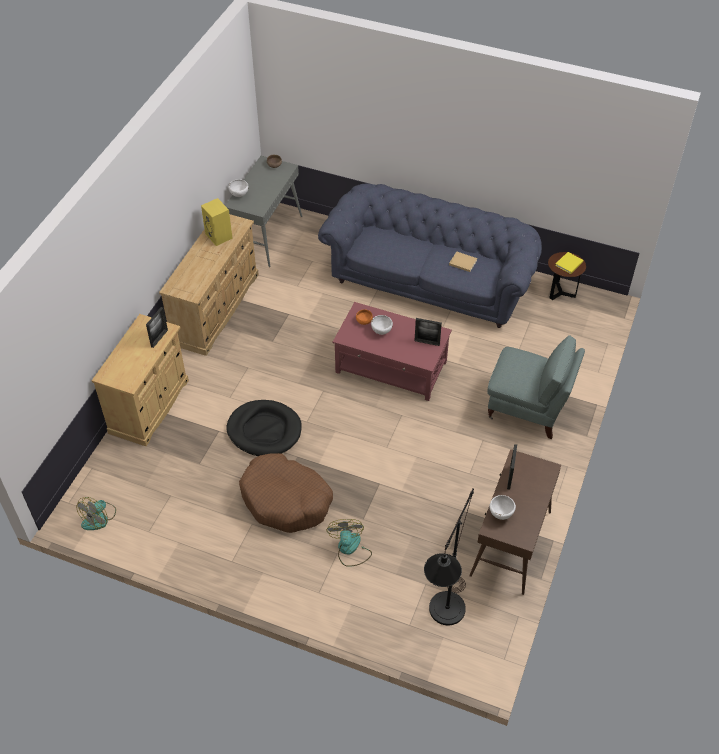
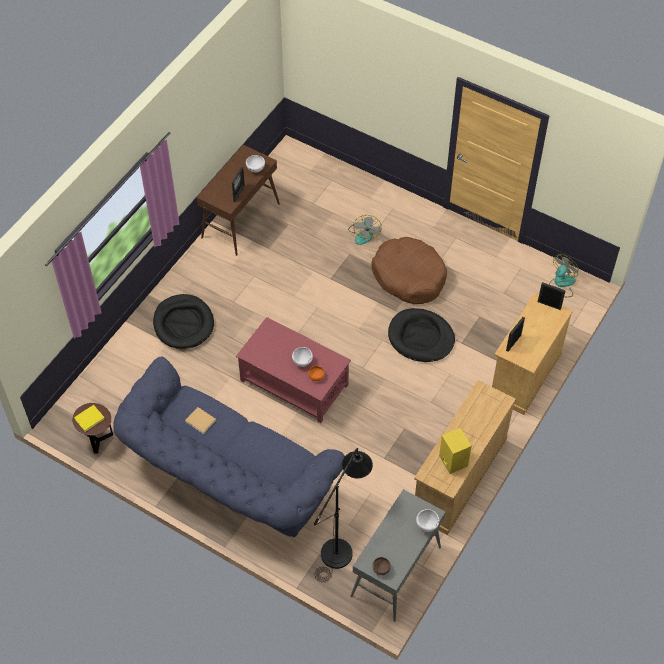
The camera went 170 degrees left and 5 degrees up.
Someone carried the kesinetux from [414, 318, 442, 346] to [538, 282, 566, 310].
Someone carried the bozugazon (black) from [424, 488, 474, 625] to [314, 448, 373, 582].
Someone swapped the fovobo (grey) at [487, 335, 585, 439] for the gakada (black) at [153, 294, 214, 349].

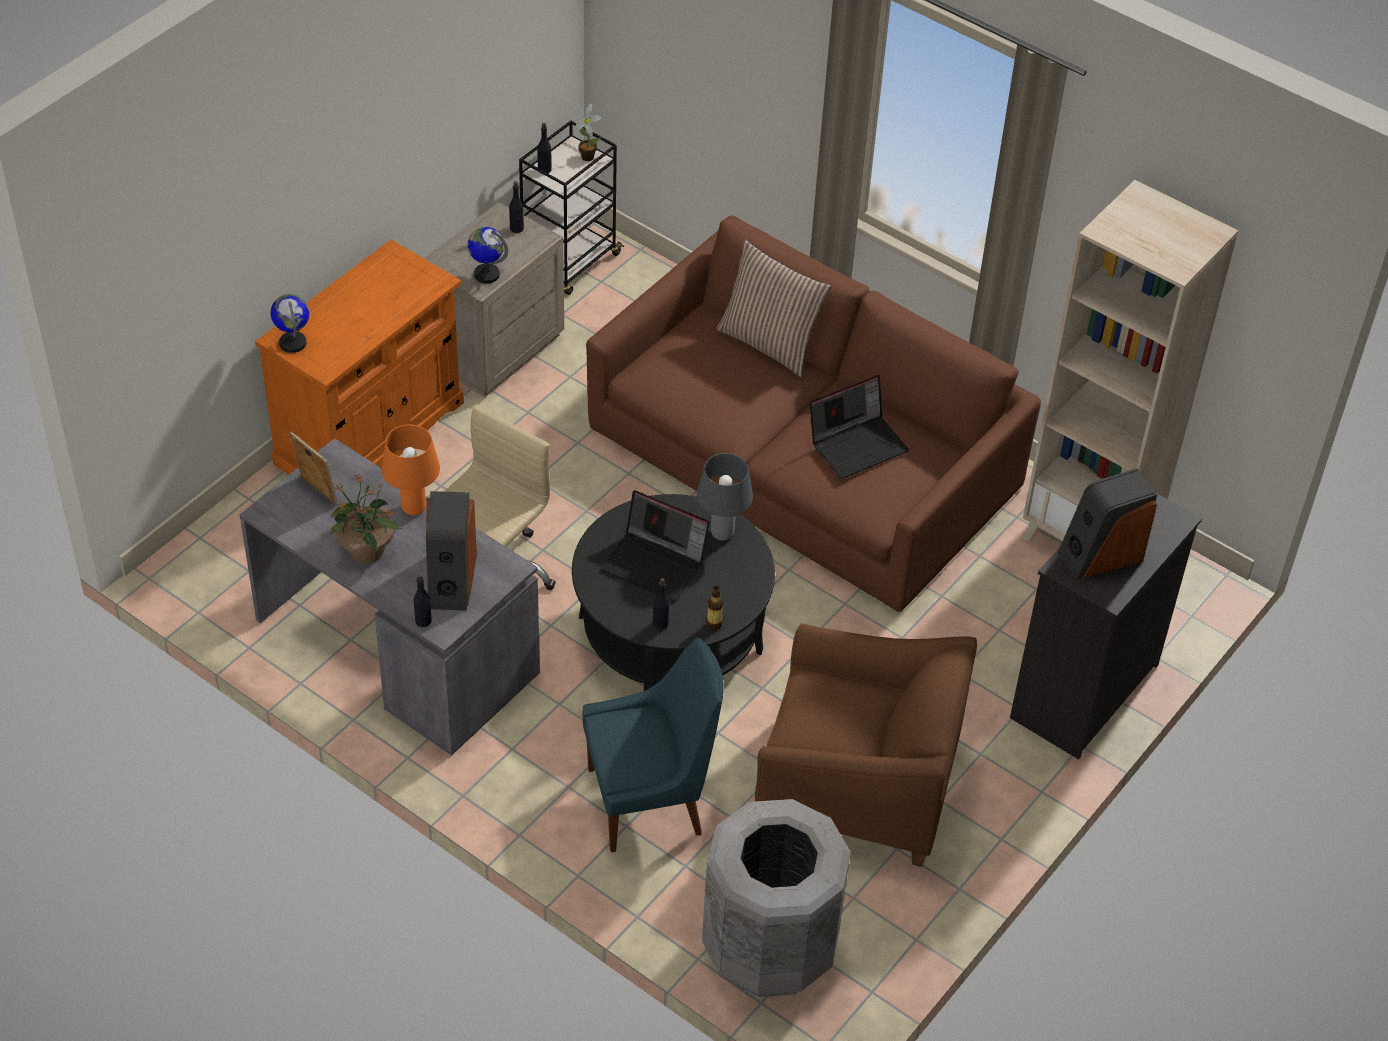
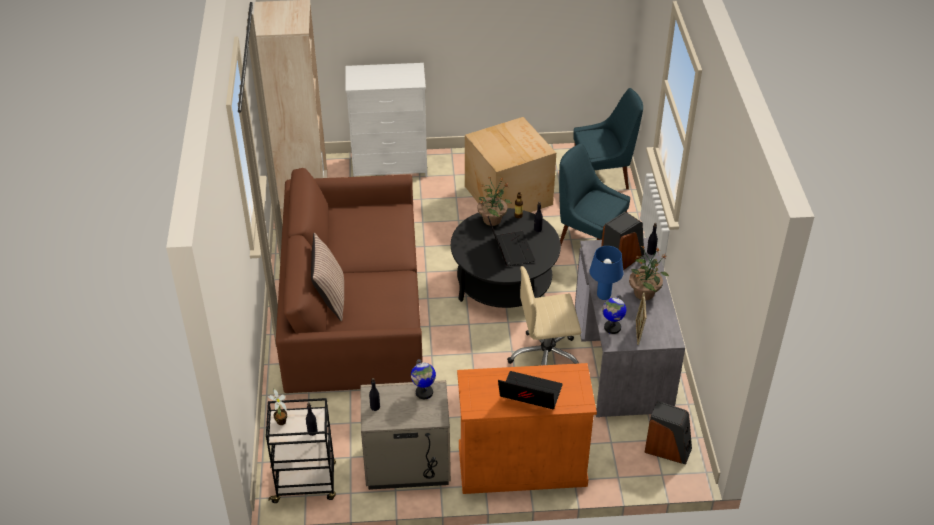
The camera went 130 degrees left and 5 degrees down.
Someone took away the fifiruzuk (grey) at [697, 453, 753, 541].
Someone put down the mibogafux at [477, 177, 512, 226].
Someone carried the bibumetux from [271, 294, 309, 353] to [602, 295, 626, 334].
Someone carried the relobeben from [810, 375, 909, 479] to [498, 371, 563, 409].
Someone carried the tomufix from [1058, 468, 1157, 580] to [644, 401, 692, 465].
Someone swapped the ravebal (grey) at [702, 799, 851, 997] for the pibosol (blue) at [573, 88, 643, 189].
Someone swapped the fovobo (brown) at [755, 624, 977, 867] for the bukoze at [465, 117, 556, 212].
Someone repainted the fifiruzuk (orange) at [382, 425, 440, 515], which became the fifiruzuk (blue) at [590, 246, 623, 300].
Someone repainted the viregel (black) at [1010, 493, 1202, 760], which became the viregel (white) at [346, 63, 427, 177].

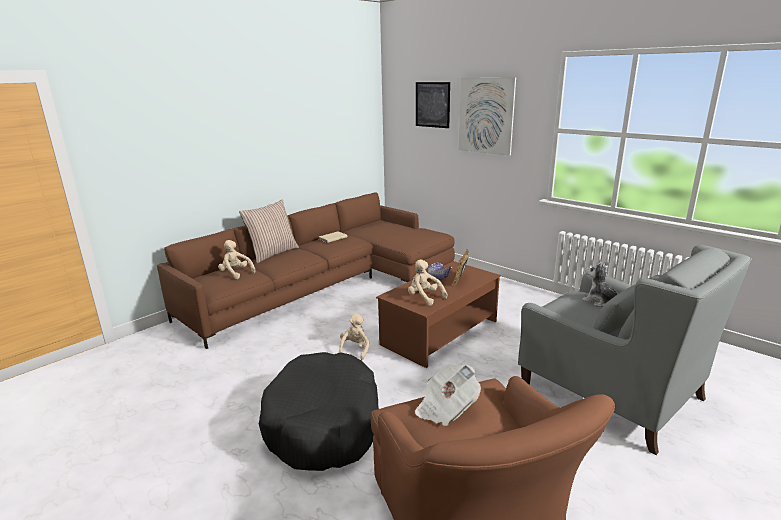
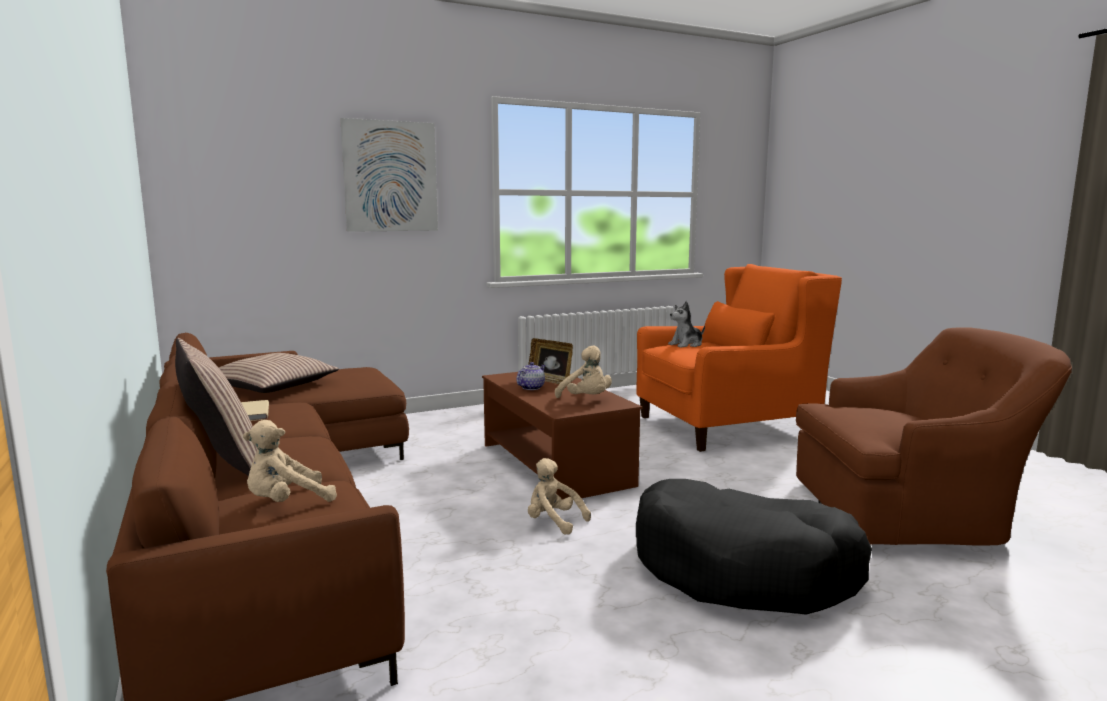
The camera went 70 degrees left and 10 degrees down.
Someone took away the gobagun at [415, 364, 481, 426].
Someone took away the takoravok at [416, 82, 450, 128].
Someone put down the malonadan at [219, 353, 339, 393].
Someone repainted the fovobo (grey) at [518, 245, 752, 455], which became the fovobo (orange) at [636, 264, 842, 452].
Someone rotated the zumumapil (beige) at [408, 260, 447, 306] by 105 degrees counterclockwise.

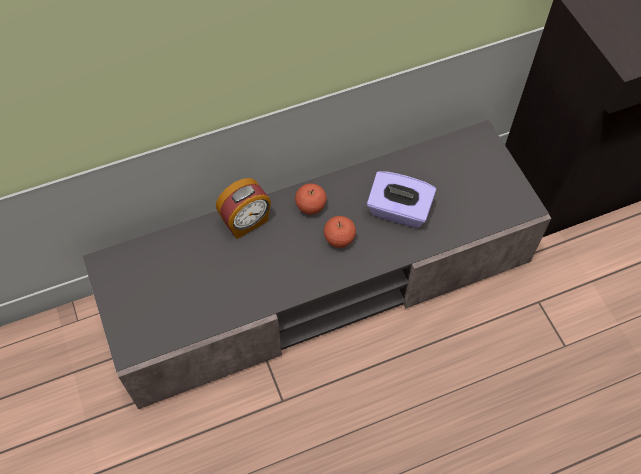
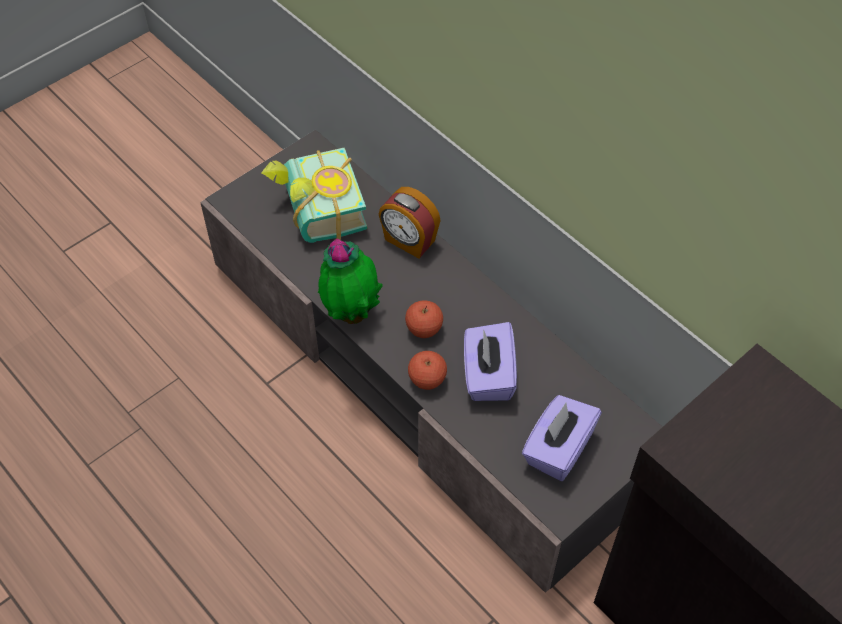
The camera went 70 degrees right and 5 degrees down.
Someone put down the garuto at [261, 148, 367, 243].
Someone put down the mibogafux at [318, 238, 383, 324].
Someone put down the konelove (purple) at [522, 395, 602, 481].
Someone carried the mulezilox from [295, 183, 327, 215] to [408, 351, 447, 390].

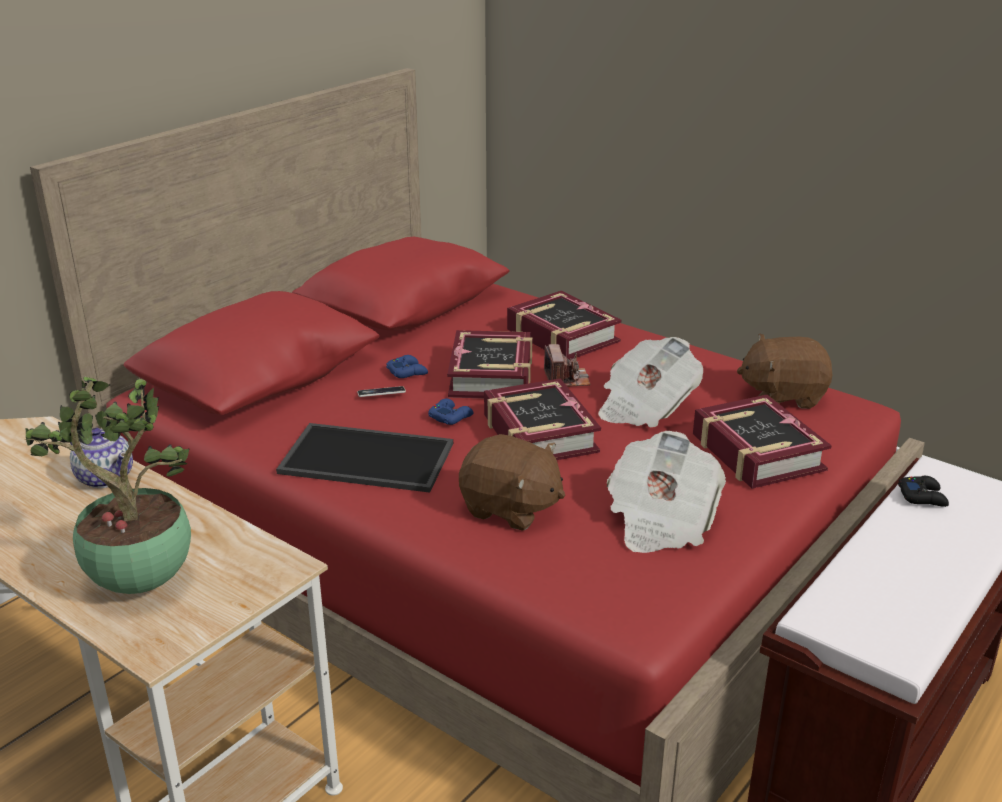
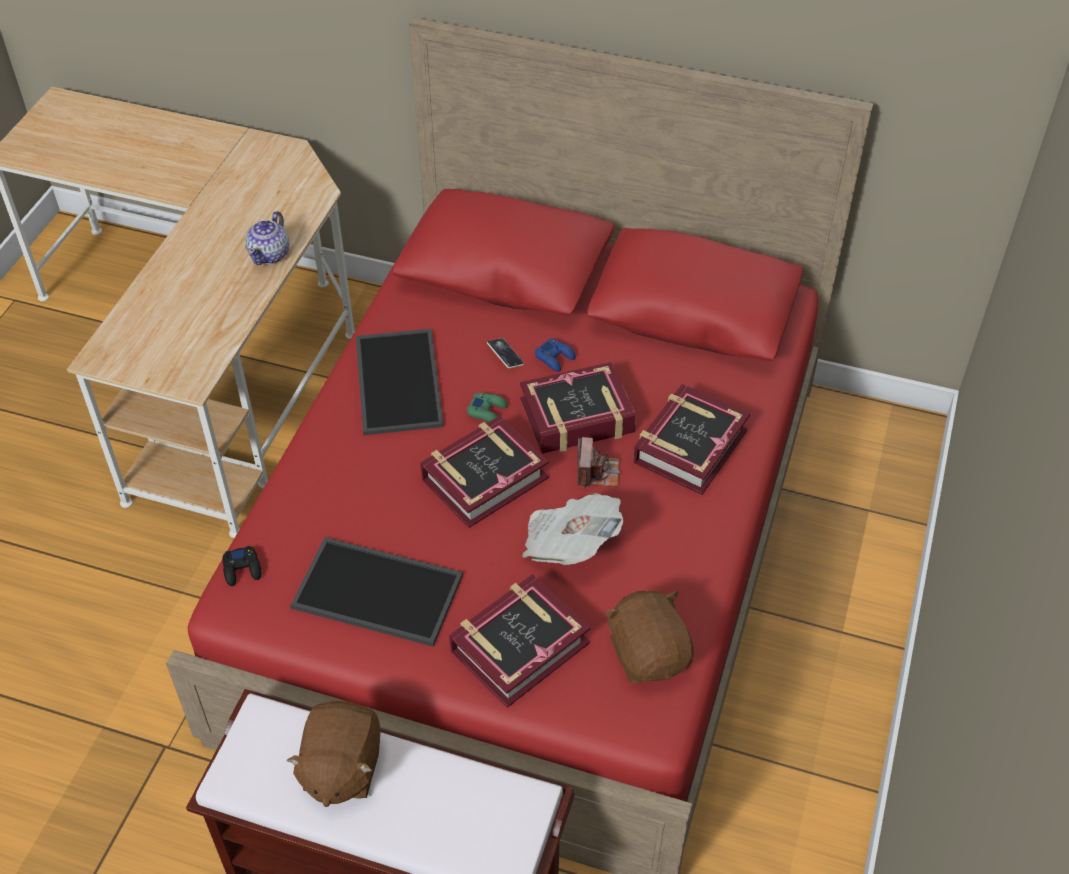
The camera went 70 degrees right and 20 degrees up.
Someone took away the mibogafux at [25, 377, 191, 594].
Someone carried the zumumapil (brown) from [459, 434, 565, 531] to [286, 701, 381, 807].
Someone carried the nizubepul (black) from [898, 476, 949, 507] to [222, 546, 261, 586].
Someone swapped the gobagun at [606, 431, 726, 553] for the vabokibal at [290, 537, 463, 646].
Someone repainted the nizubepul (blue) at [428, 398, 474, 425], which became the nizubepul (green) at [467, 393, 508, 422].
Someone rotated the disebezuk at [544, 344, 590, 387] by 60 degrees counterclockwise.

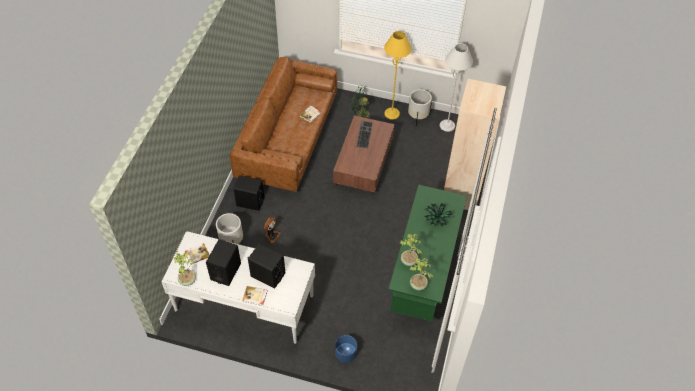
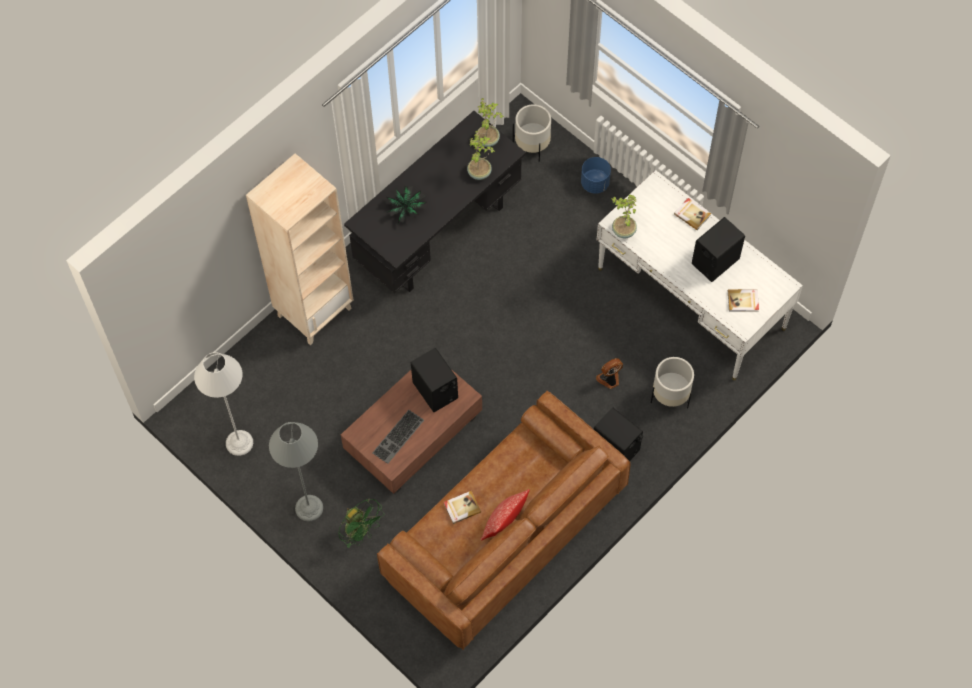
The camera went 150 degrees left and 10 degrees up.
Someone put down the malonadan at [481, 489, 530, 540].
Someone carried the mibogafux from [174, 251, 196, 286] to [612, 195, 637, 239].
Someone carried the tomufix (black) from [248, 244, 285, 289] to [411, 348, 458, 412].
Someone carried the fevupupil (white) from [408, 89, 432, 125] to [513, 104, 551, 162].
Someone repainted the bozugazon (yellow) at [384, 31, 412, 120], which became the bozugazon (grey) at [269, 422, 323, 522].
Someone repainted the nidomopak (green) at [389, 185, 467, 322], which became the nidomopak (black) at [344, 111, 526, 293].

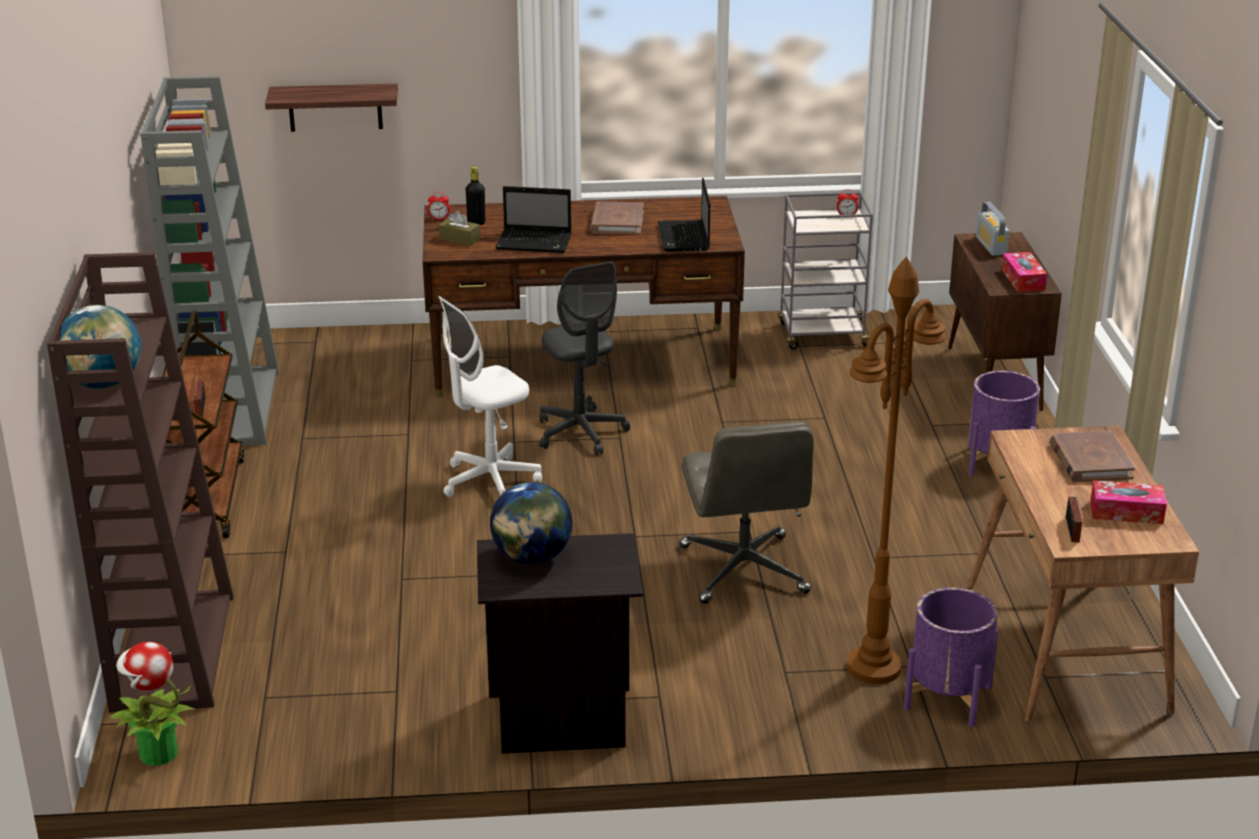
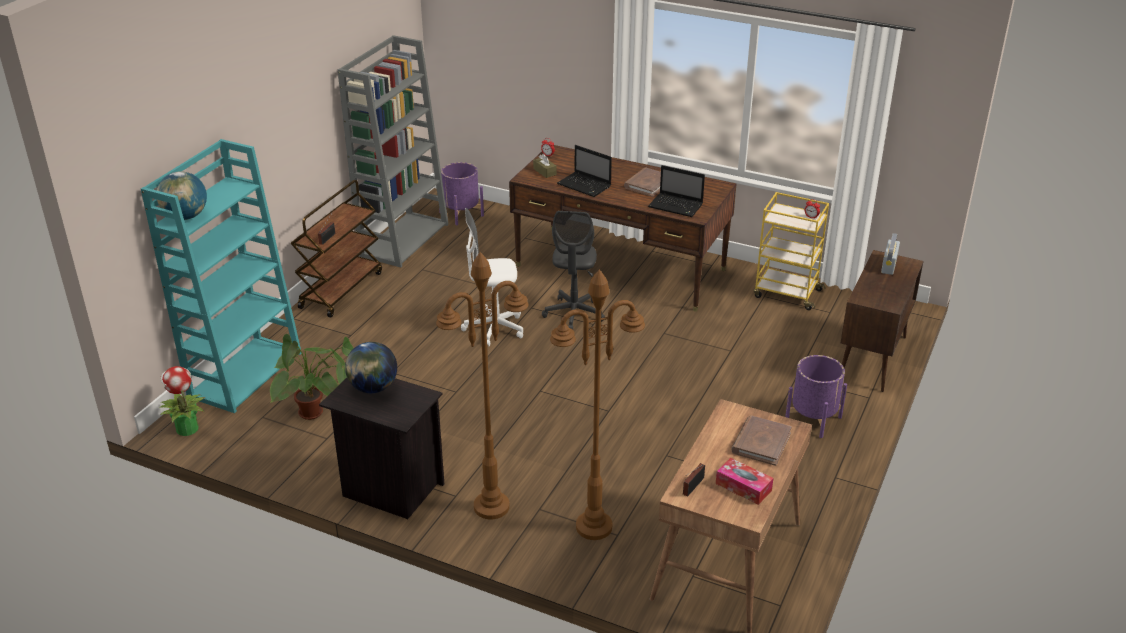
The camera went 30 degrees right and 5 degrees up.
Someone took away the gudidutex at [265, 84, 398, 132].
Someone took away the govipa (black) at [466, 167, 485, 225].
Someone took away the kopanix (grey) at [679, 422, 814, 604].
Someone took away the konelove at [1002, 252, 1047, 292].
Someone put down the mibogafux at [270, 334, 354, 420].
Someone put down the bozugazon (brown) at [436, 252, 528, 519].
Someone carried the fevupupil (purple) from [904, 587, 999, 727] to [439, 162, 484, 225].
Someone repainted the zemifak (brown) at [47, 252, 234, 713], which became the zemifak (turquoise) at [141, 139, 302, 413].
Someone repainted the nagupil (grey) at [778, 192, 873, 350], which became the nagupil (yellow) at [753, 192, 829, 310].
Someone rotated the relobeben at [658, 178, 710, 252] by 90 degrees counterclockwise.

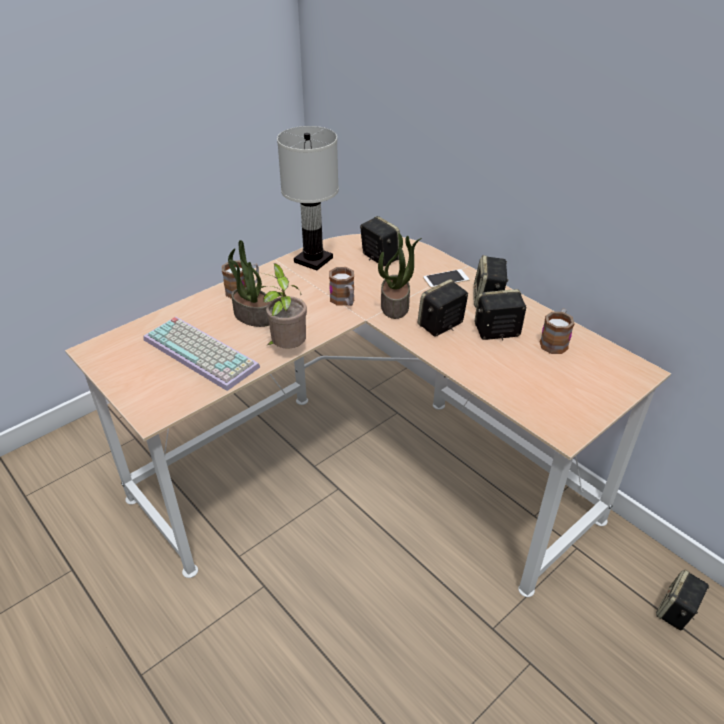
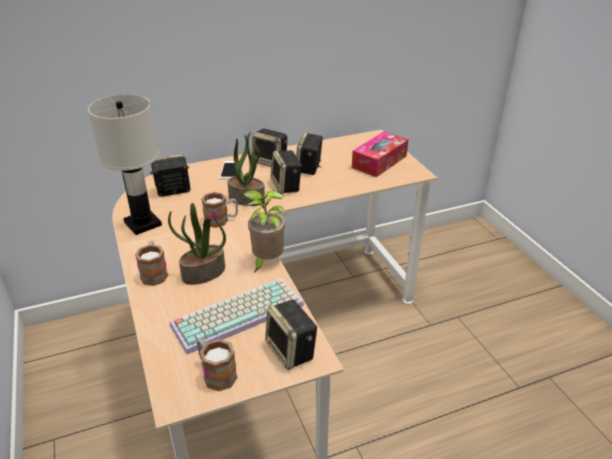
The camera went 70 degrees left and 5 degrees down.
Someone put down the konelove at [352, 132, 408, 177].
Someone carried the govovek from [540, 309, 575, 354] to [197, 338, 237, 391].
Someone carried the tomufix from [656, 569, 710, 630] to [265, 300, 317, 370].

